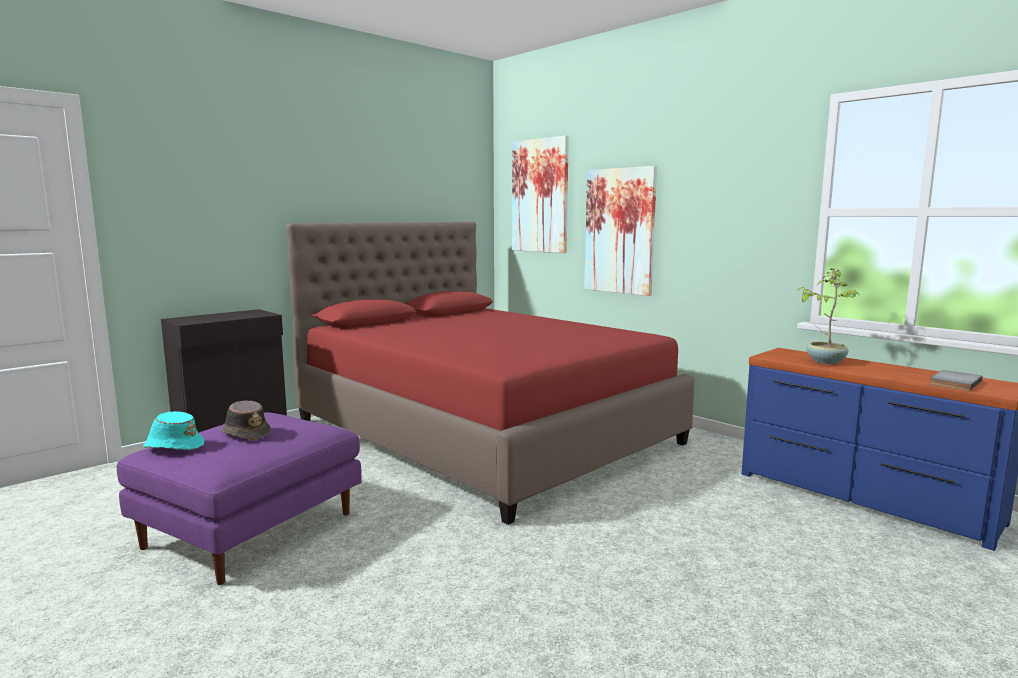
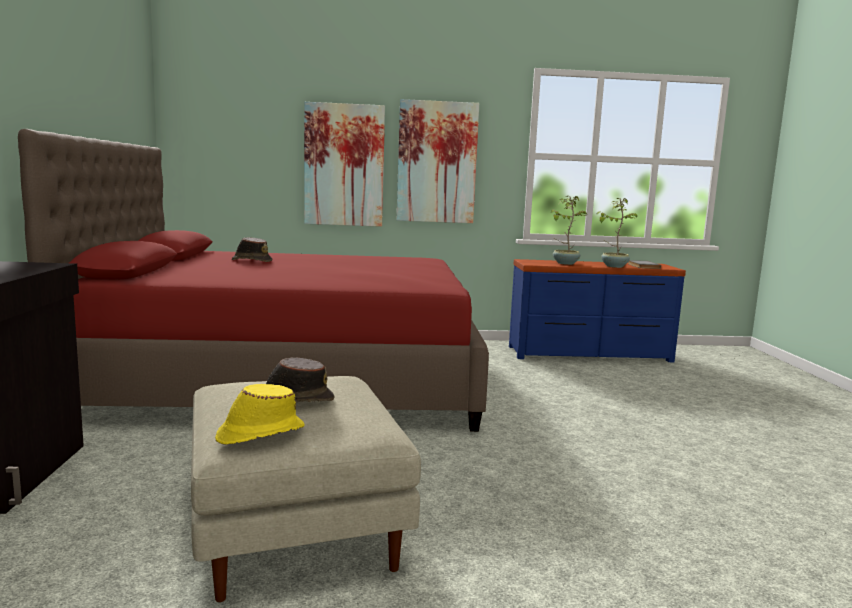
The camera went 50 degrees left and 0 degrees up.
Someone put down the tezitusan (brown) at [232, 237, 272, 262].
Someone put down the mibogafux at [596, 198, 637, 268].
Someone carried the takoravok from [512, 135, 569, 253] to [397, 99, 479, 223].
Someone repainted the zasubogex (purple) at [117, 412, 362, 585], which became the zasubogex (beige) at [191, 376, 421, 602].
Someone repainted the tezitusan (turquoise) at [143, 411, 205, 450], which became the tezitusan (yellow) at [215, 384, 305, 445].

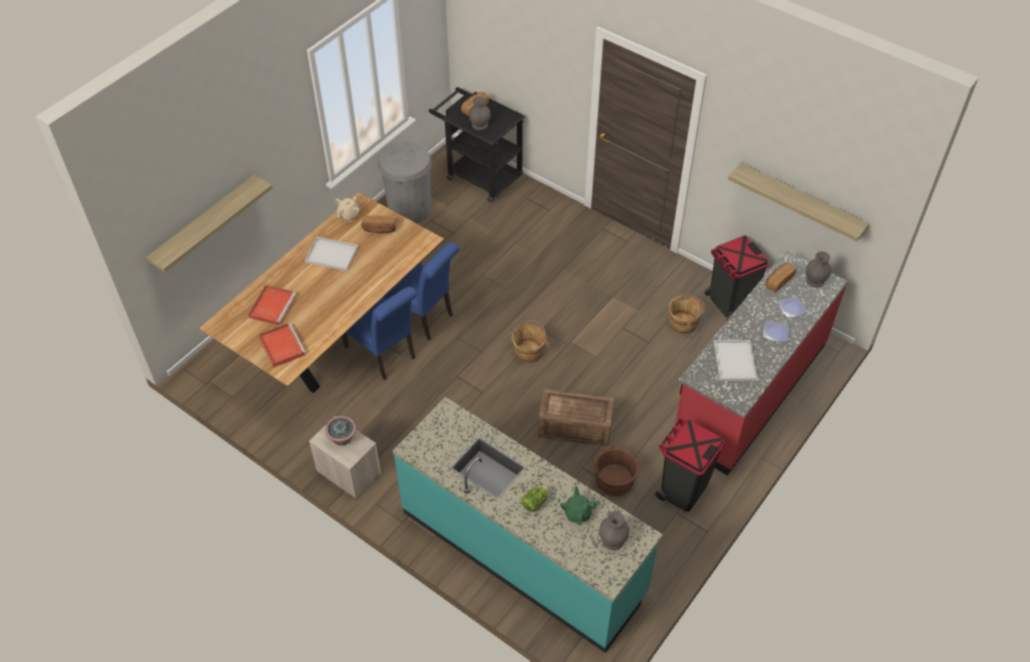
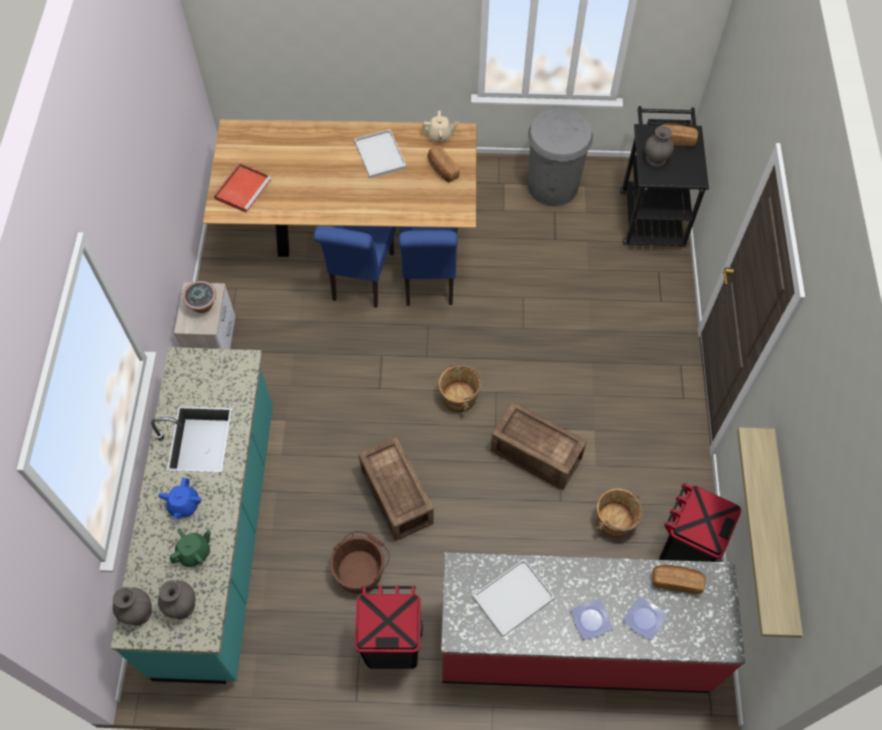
The camera went 55 degrees right and 10 degrees up.
Someone took away the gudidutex at [146, 175, 272, 272].
Someone took away the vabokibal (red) at [248, 285, 296, 325].
Someone put down the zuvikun at [491, 402, 587, 490].
Someone carried the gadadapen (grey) from [806, 251, 831, 288] to [113, 587, 152, 625].
Someone swapped the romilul at [521, 485, 549, 512] for the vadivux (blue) at [158, 477, 201, 519].

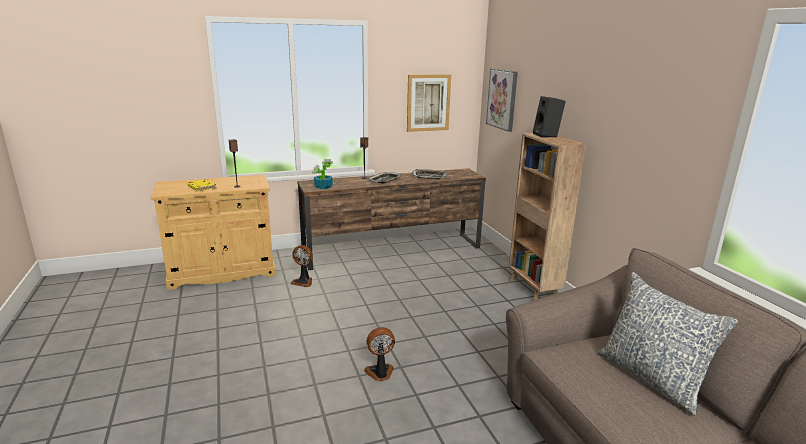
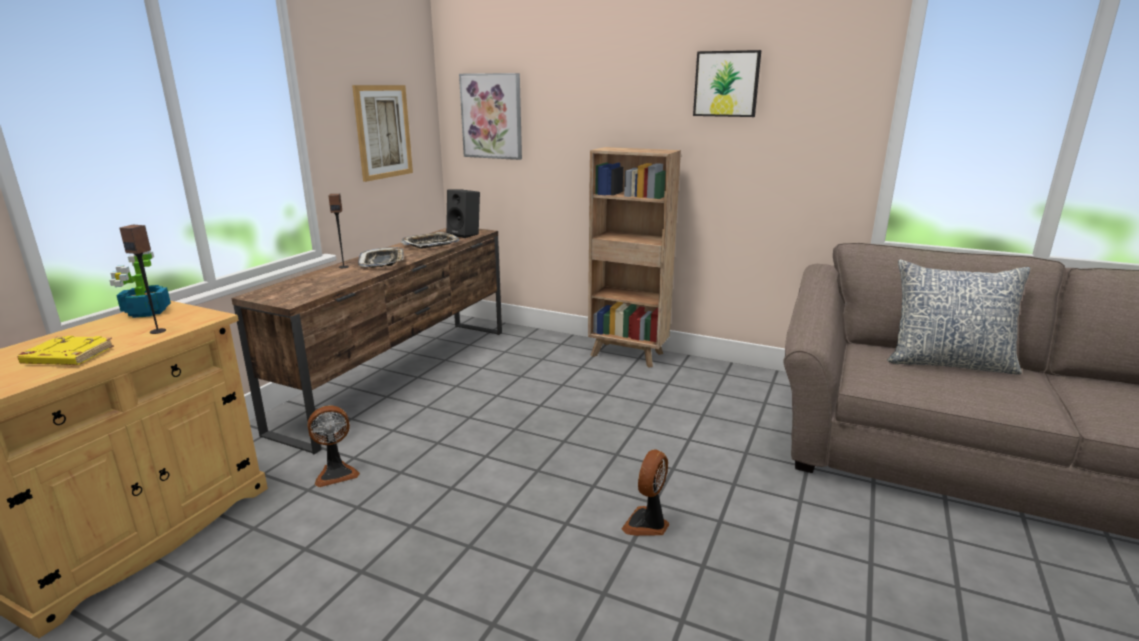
The camera went 45 degrees left and 0 degrees up.
Someone put up the takoravok at [693, 50, 761, 117].
Someone carried the mibogafux from [312, 159, 333, 189] to [109, 251, 171, 318].
Someone carried the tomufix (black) from [533, 96, 566, 138] to [446, 190, 480, 238].

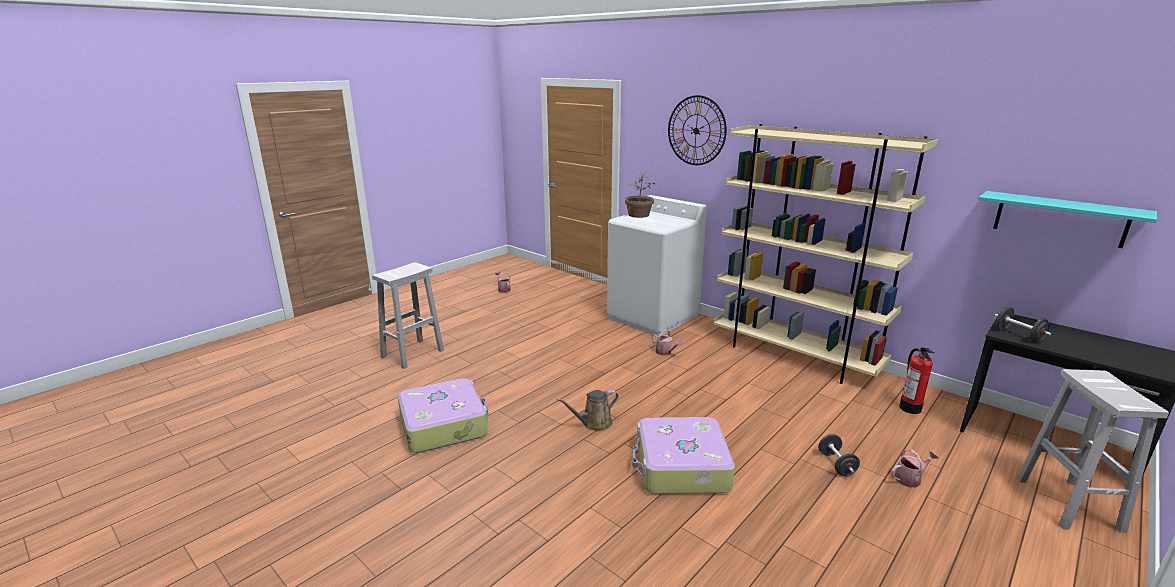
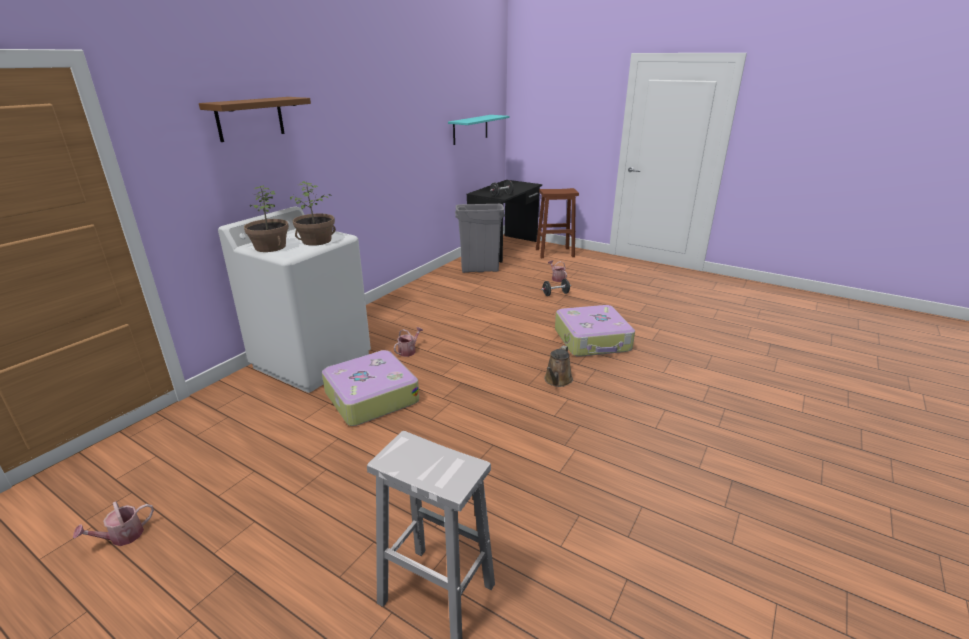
The camera went 100 degrees left and 5 degrees up.
Someone took away the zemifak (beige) at [713, 124, 938, 384].
Someone put down the mibogafux at [290, 181, 336, 246].
Someone carried the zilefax from [398, 378, 488, 453] to [322, 350, 419, 426].
Someone swapped the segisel at [668, 95, 727, 165] for the gudidutex (brown) at [199, 97, 311, 142].
Someone swapped the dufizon at [899, 348, 934, 414] for the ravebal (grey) at [455, 204, 505, 273].
Someone repainted the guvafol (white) at [1017, 369, 1169, 533], which became the guvafol (brown) at [536, 188, 579, 258].
Someone rotated the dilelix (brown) at [557, 390, 619, 430] by 60 degrees clockwise.

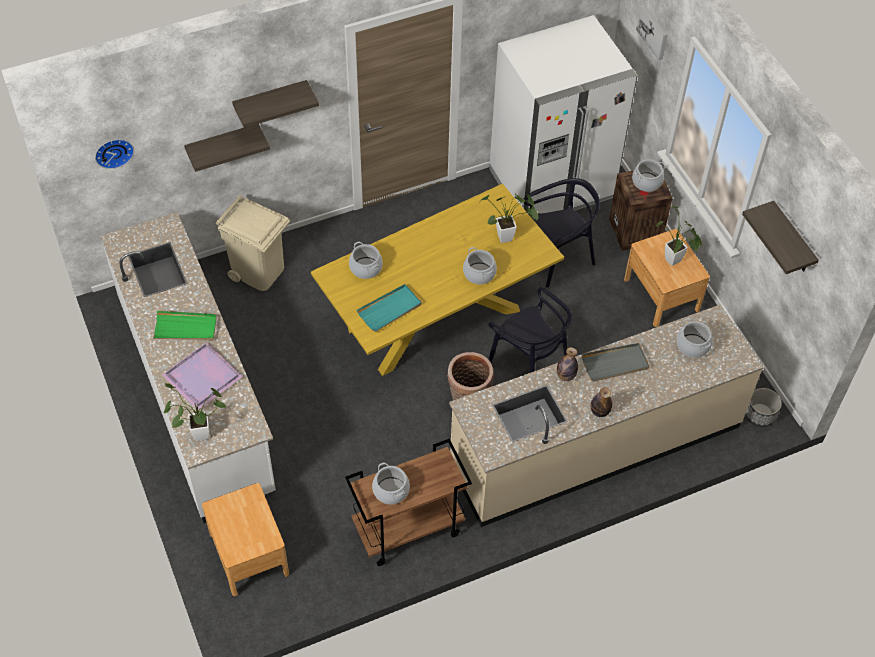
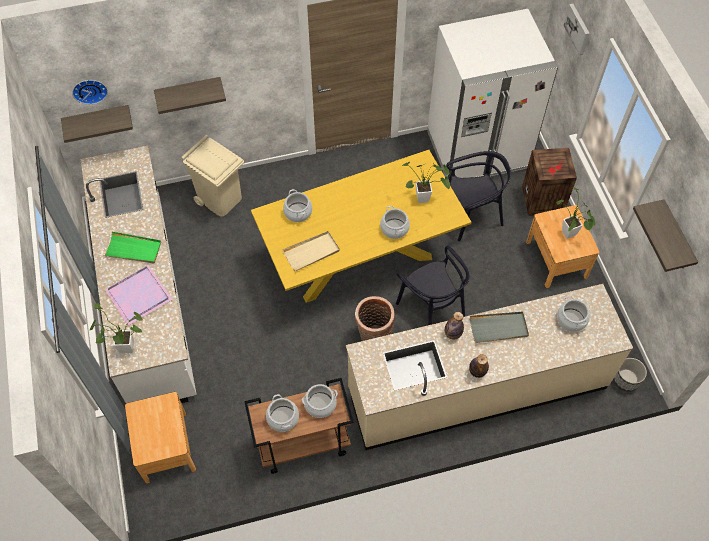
The camera went 10 degrees right and 5 degrees up.
Someone carried the gudidutex from [232, 80, 319, 128] to [61, 105, 133, 143].
Someone carried the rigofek from [632, 160, 666, 192] to [302, 384, 338, 418].
Someone repainted the vabokibal (turquoise) at [357, 284, 422, 332], which became the vabokibal (beige) at [282, 231, 340, 271].

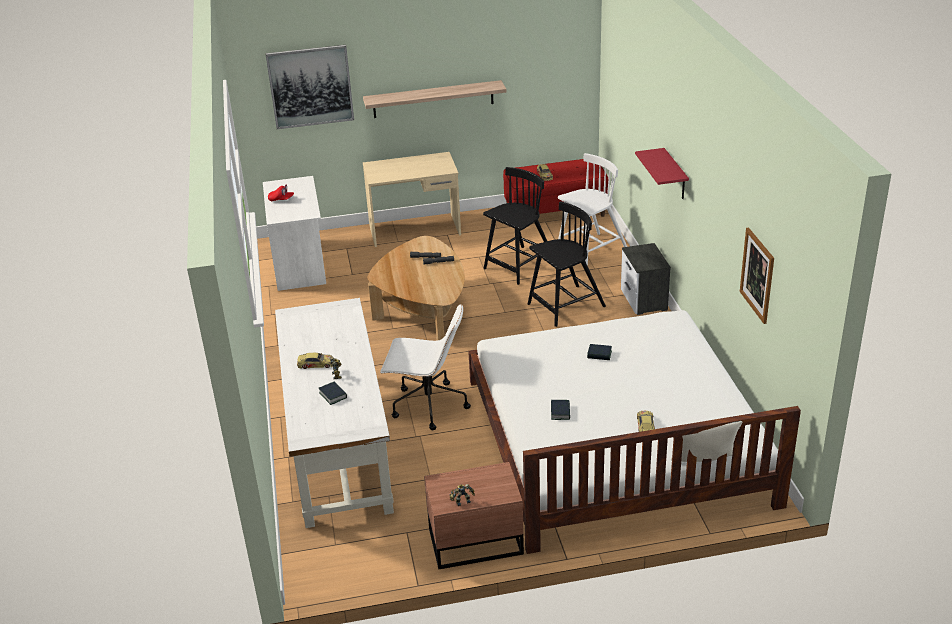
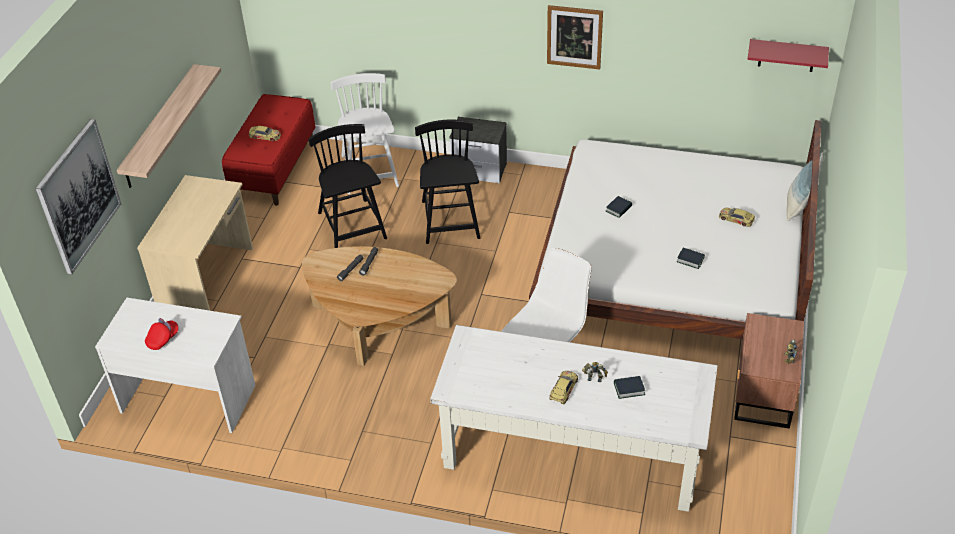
The camera went 65 degrees left and 10 degrees up.
Someone carried the gudidutex (red) from [635, 148, 689, 199] to [747, 39, 829, 72].
Someone carried the takoravok from [740, 227, 774, 324] to [547, 5, 603, 69].

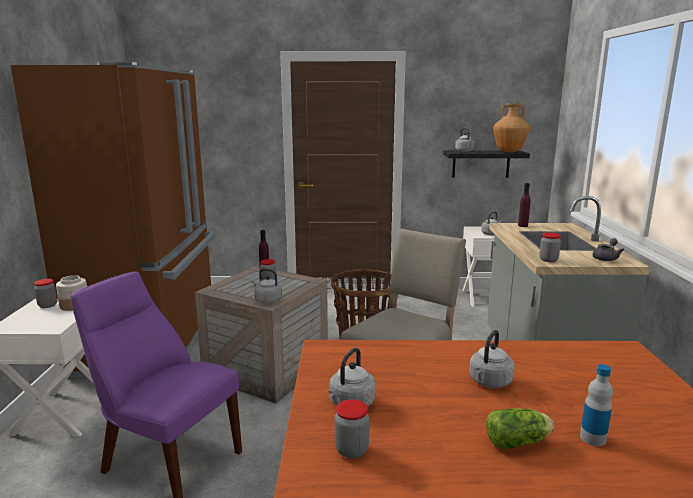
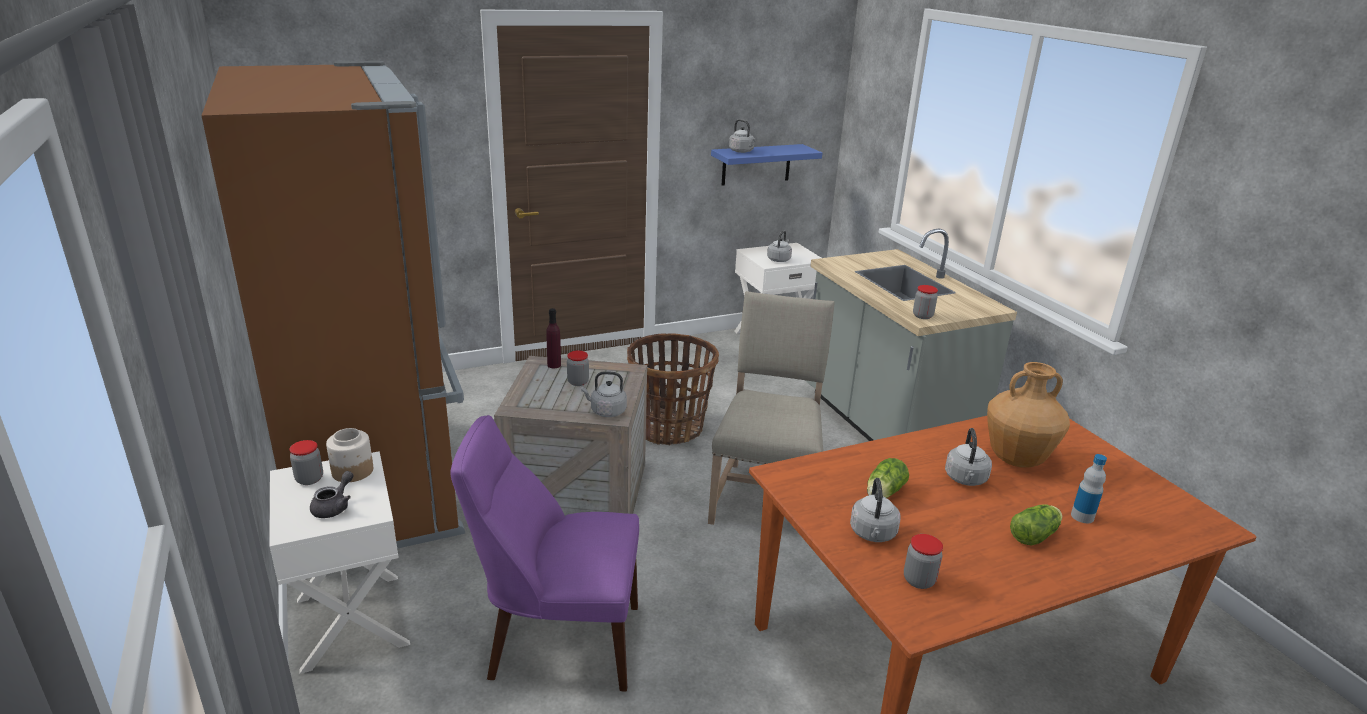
The camera went 25 degrees left and 10 degrees up.
Someone took away the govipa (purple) at [518, 183, 531, 227].
Someone put down the romilul at [867, 458, 909, 498].
Someone carried the gadadapen (brown) from [493, 103, 530, 152] to [987, 362, 1070, 468].
Someone carried the vadivux (grey) from [593, 238, 624, 261] to [310, 471, 354, 518].
Someone repainted the gudidutex (black) at [443, 150, 530, 178], which became the gudidutex (blue) at [711, 144, 822, 186].

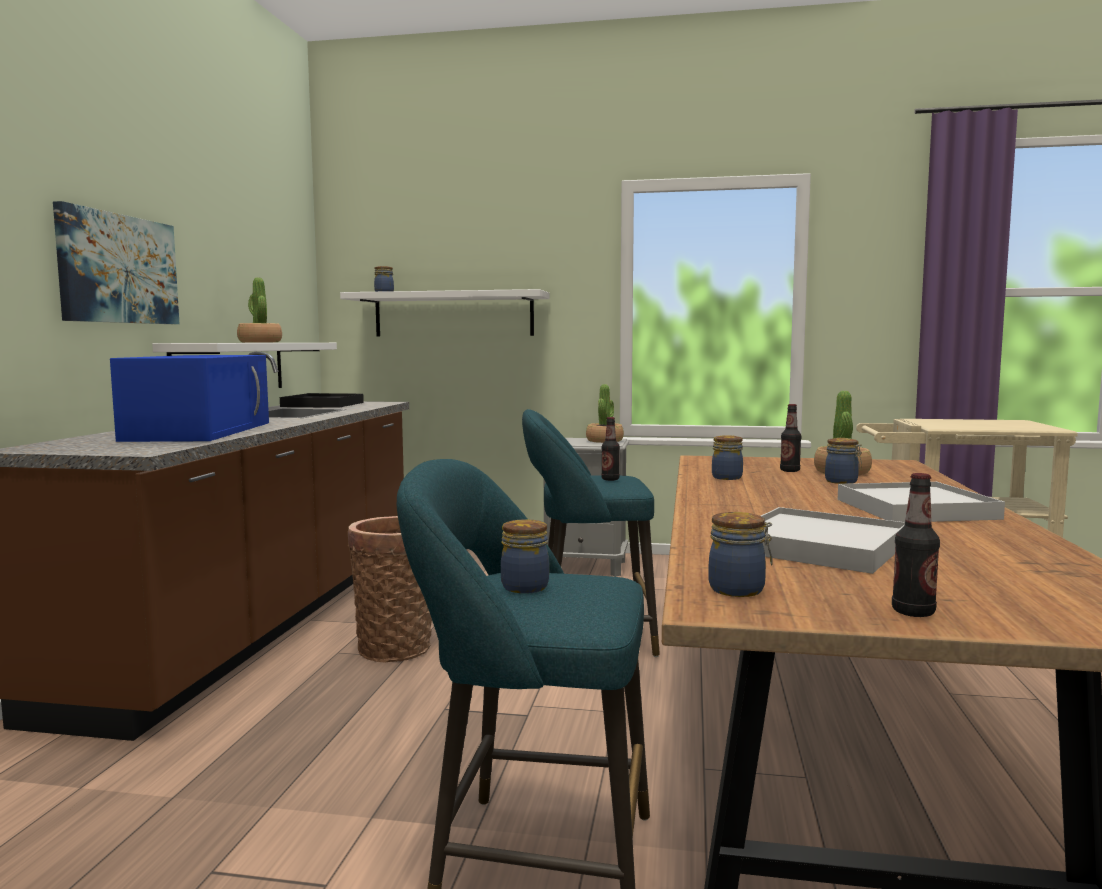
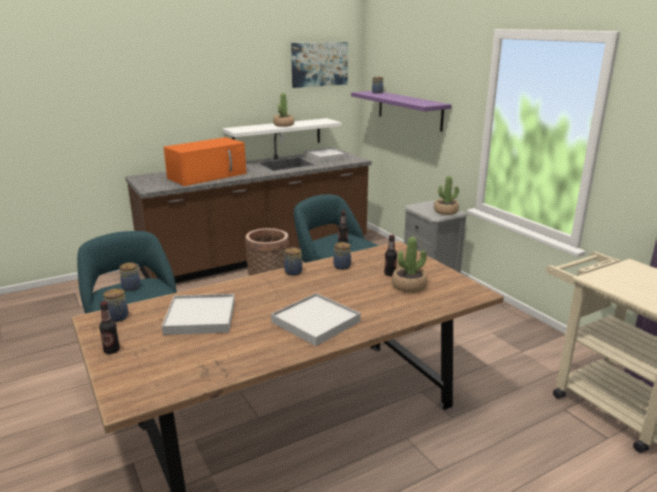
The camera went 50 degrees right and 15 degrees up.
Someone carried the takoravok from [53, 201, 179, 324] to [291, 42, 348, 88].
Someone carried the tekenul from [825, 438, 862, 484] to [284, 247, 302, 276].
Someone repainted the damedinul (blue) at [110, 355, 269, 442], which became the damedinul (orange) at [164, 137, 246, 186].
Someone repainted the vabokibal (black) at [280, 393, 364, 408], which became the vabokibal (white) at [304, 147, 348, 162].
Someone repainted the gudidutex (white) at [340, 289, 549, 337], which became the gudidutex (purple) at [351, 91, 452, 132].

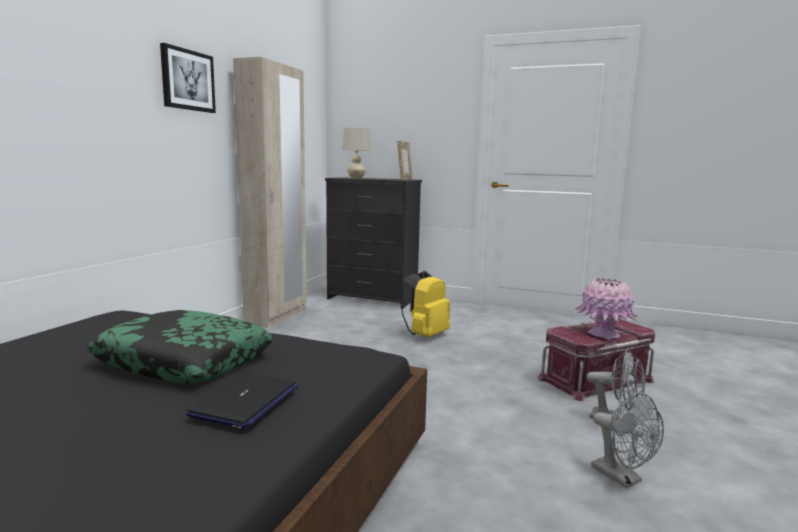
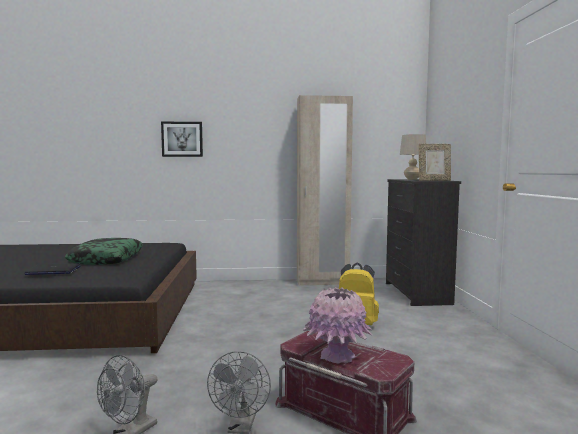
The camera went 65 degrees right and 5 degrees down.
Someone carried the takoravok from [160, 43, 216, 113] to [161, 122, 203, 157].

